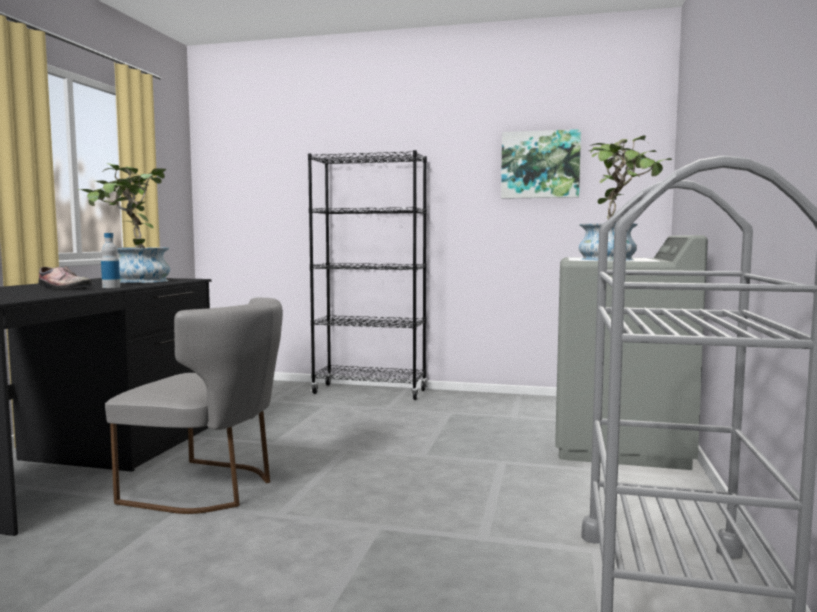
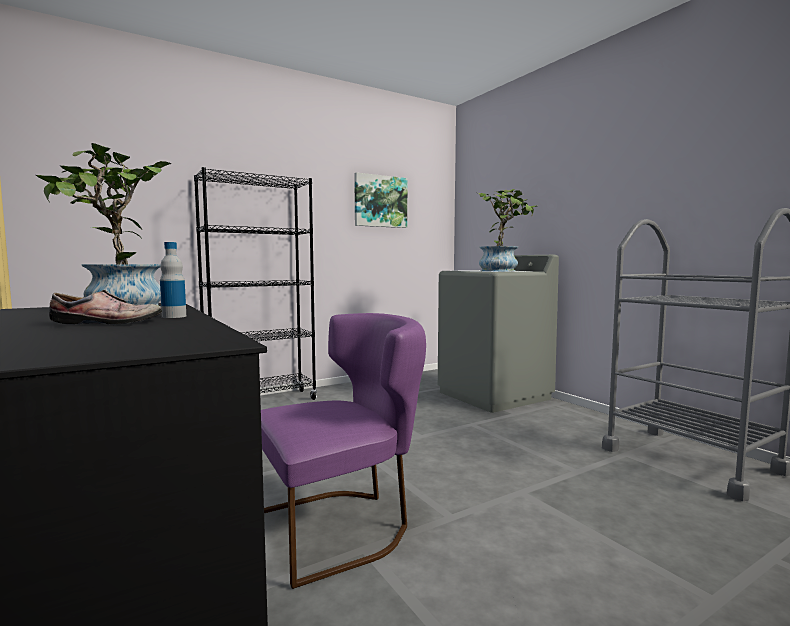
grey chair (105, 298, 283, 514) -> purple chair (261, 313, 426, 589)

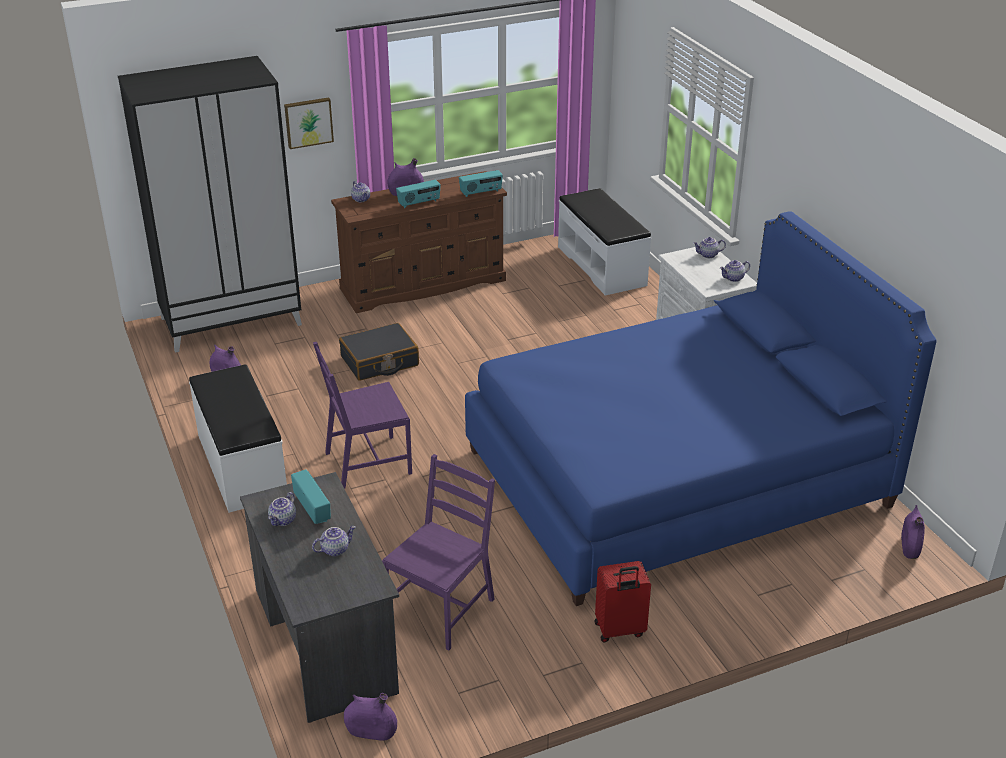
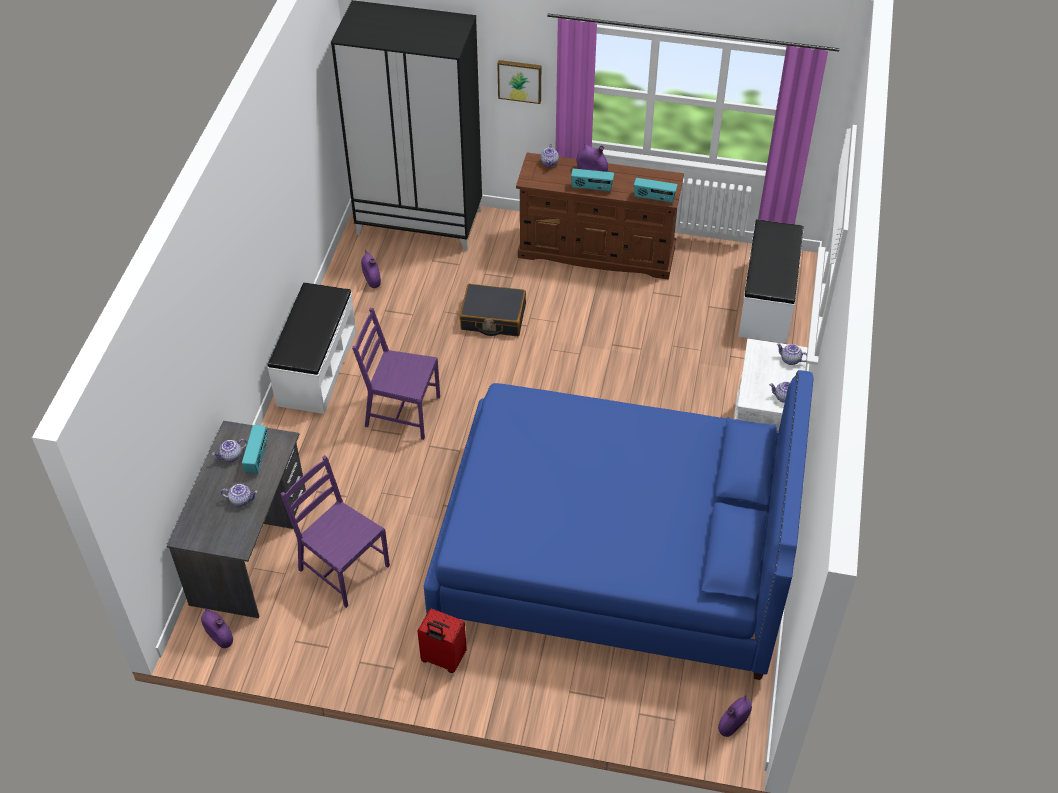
purple chair (382, 454, 495, 650) -> purple chair (281, 455, 390, 608), 120 degrees counterclockwise

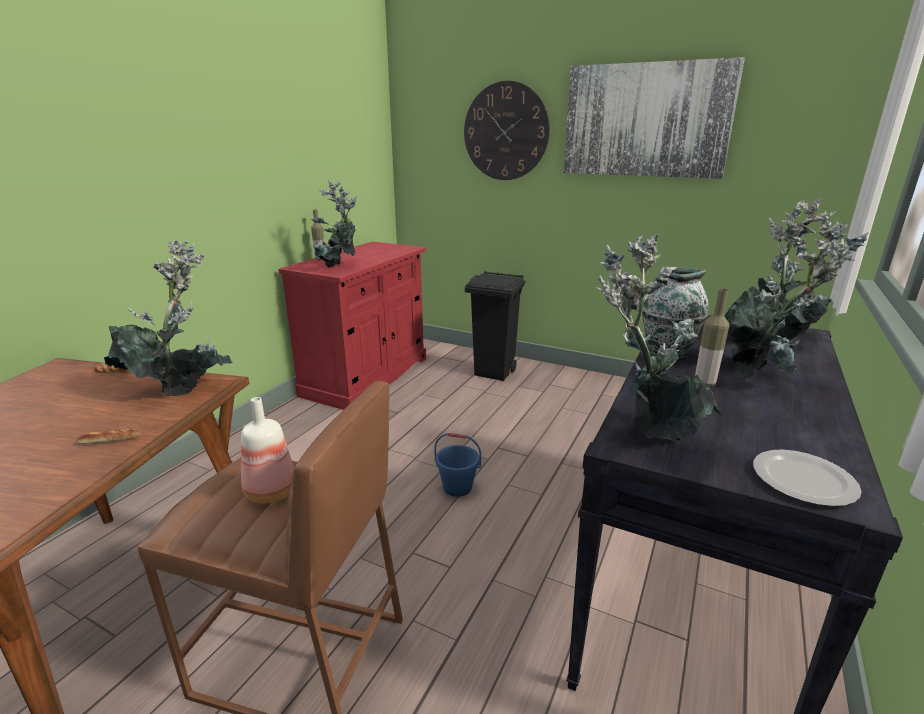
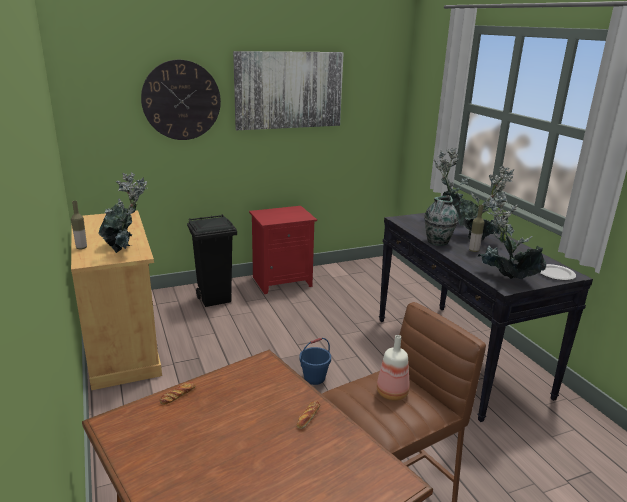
potted plant (104, 240, 233, 396) -> none
red cabinet (278, 241, 426, 410) -> beige cabinet (71, 210, 162, 390)
none -> red nightstand (249, 206, 317, 294)

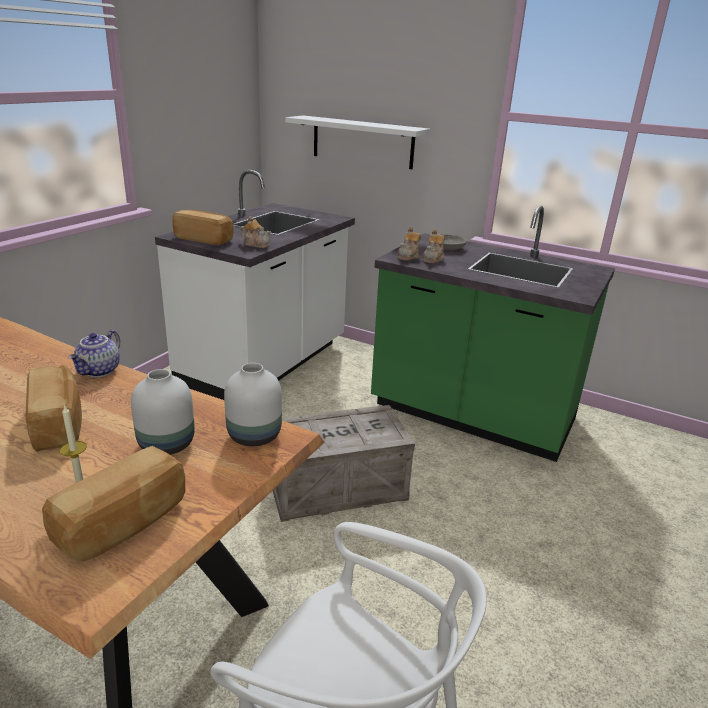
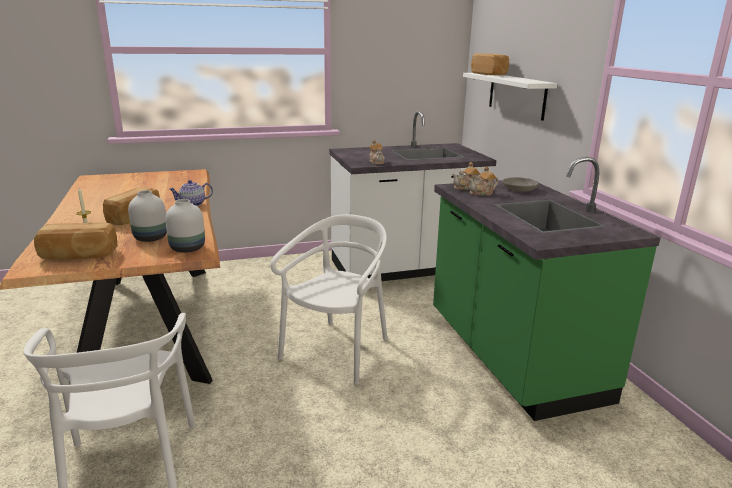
bread (172, 210, 234, 245) -> bread (471, 53, 509, 75), moved
crate (273, 405, 415, 522) -> white chair (270, 214, 388, 385)

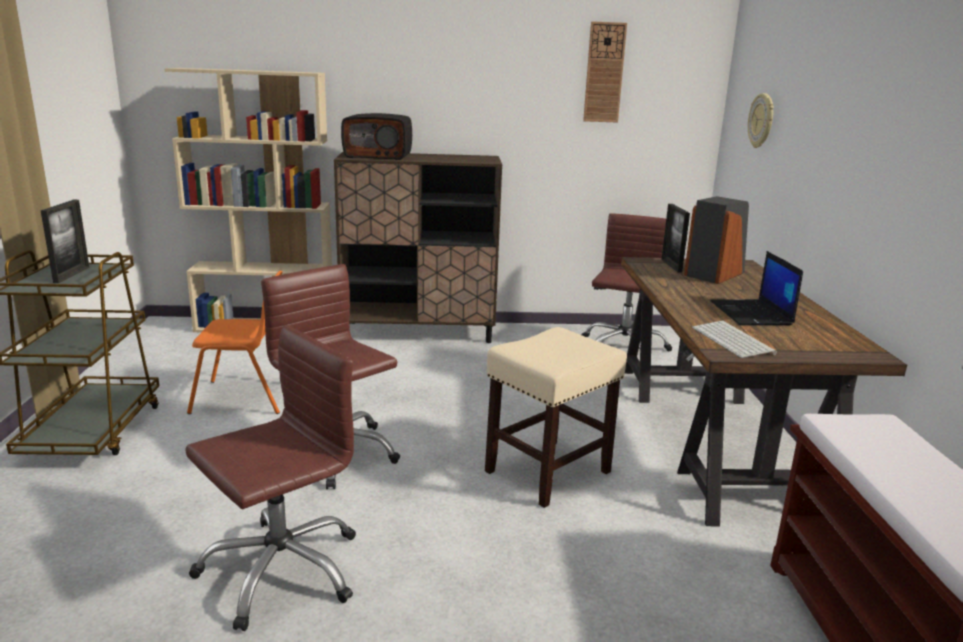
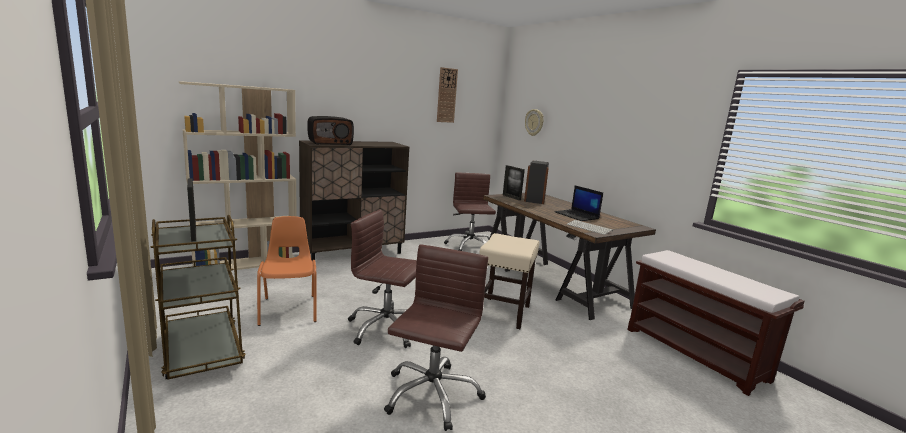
orange chair (187, 271, 283, 414) -> orange chair (257, 216, 317, 326), 75 degrees counterclockwise

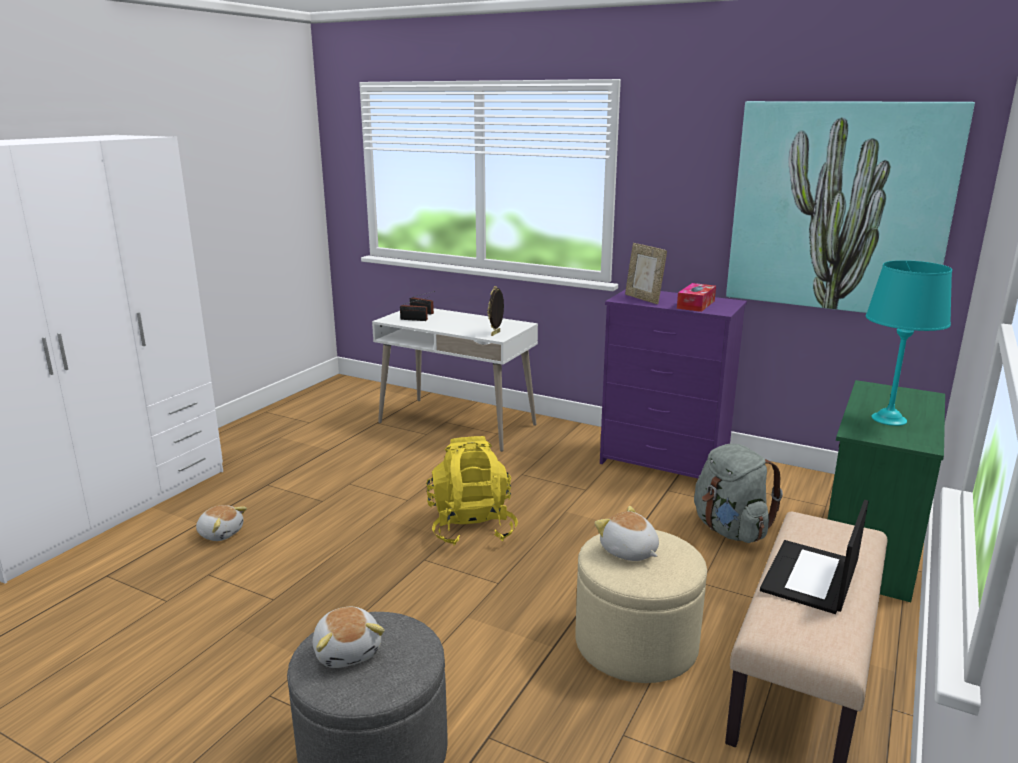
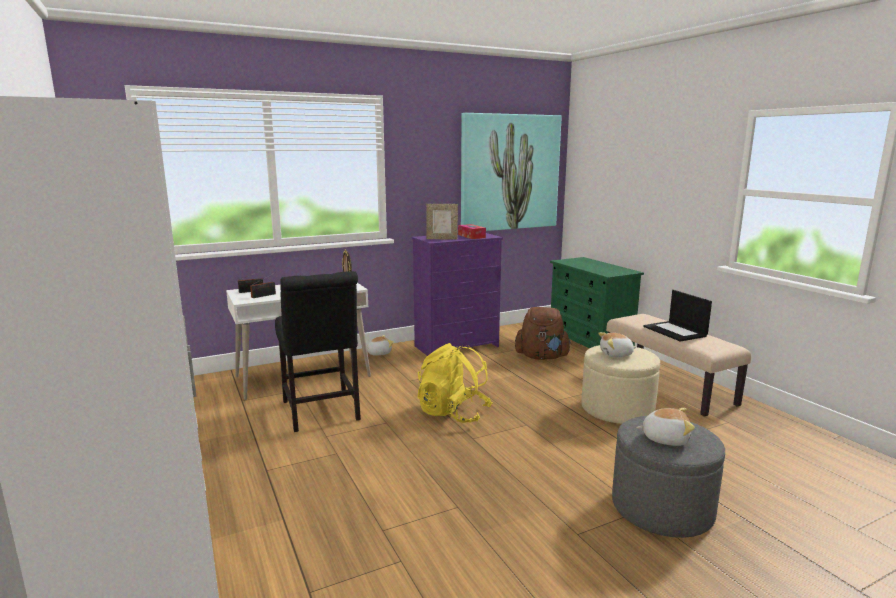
plush toy (196, 505, 247, 541) -> plush toy (367, 335, 394, 356), moved
grey backpack (694, 444, 783, 543) -> brown backpack (515, 307, 572, 360)
turquoise table lamp (866, 260, 952, 426) -> none
none -> black chair (275, 271, 361, 432)

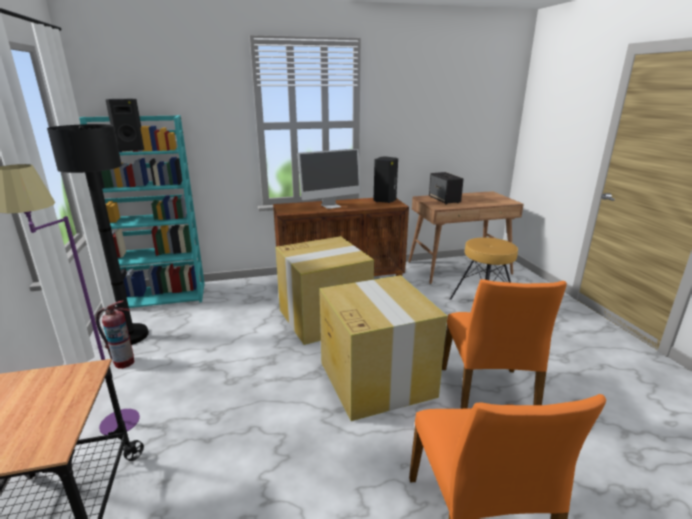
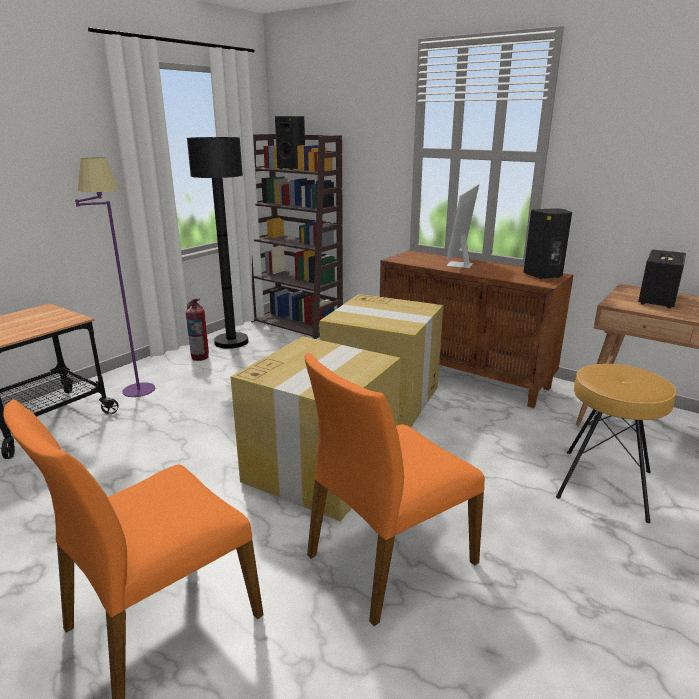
turquoise bookcase (79, 115, 205, 308) -> brown bookcase (251, 134, 343, 339)
monitor (297, 149, 361, 209) -> monitor (446, 184, 479, 268), 90 degrees clockwise

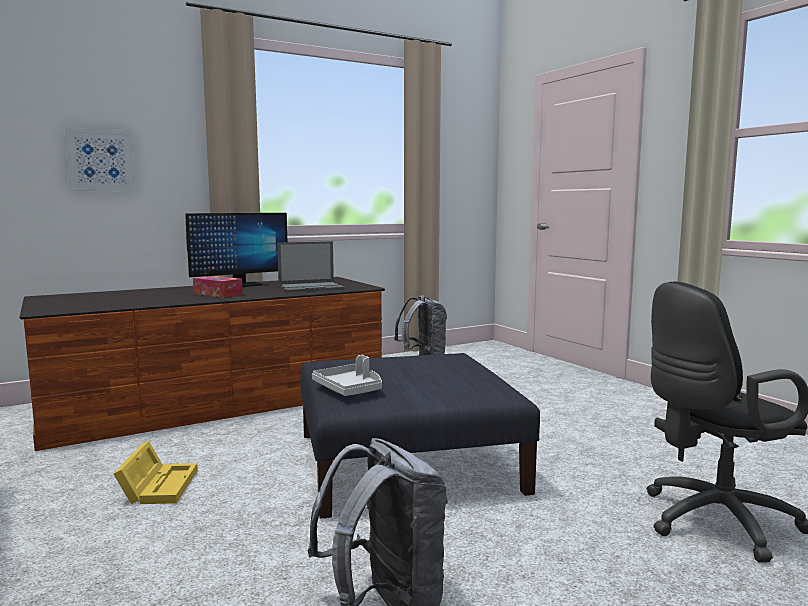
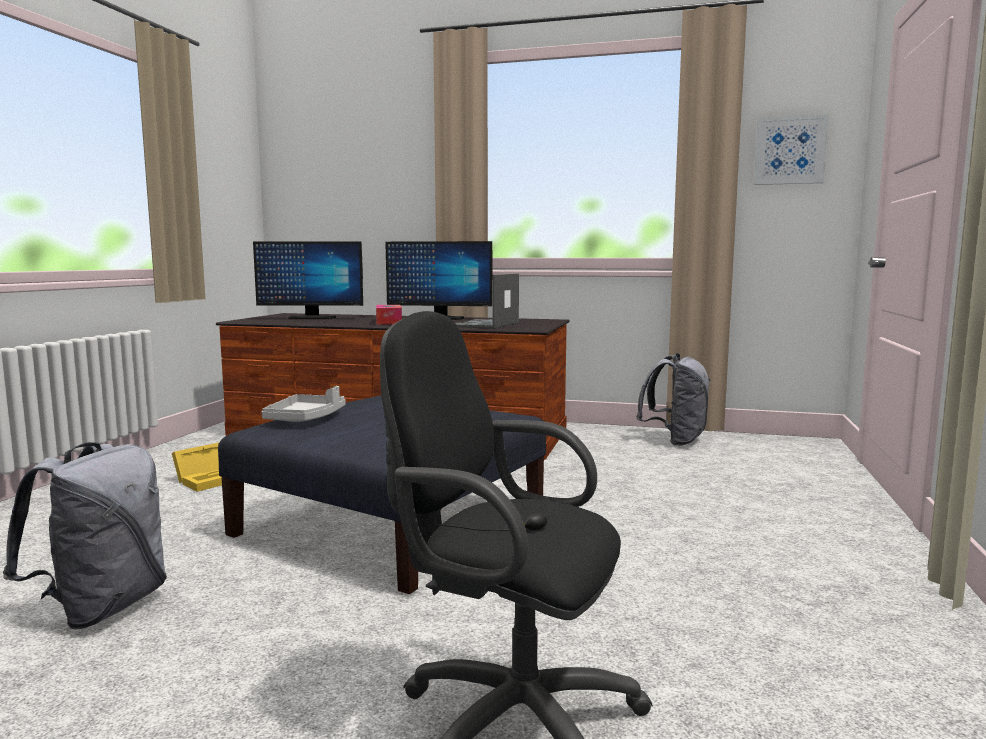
picture (64, 128, 136, 191) -> picture (754, 114, 828, 185), moved
laptop (277, 241, 345, 292) -> laptop (456, 273, 519, 329), 90 degrees clockwise
none -> monitor (253, 242, 363, 319)

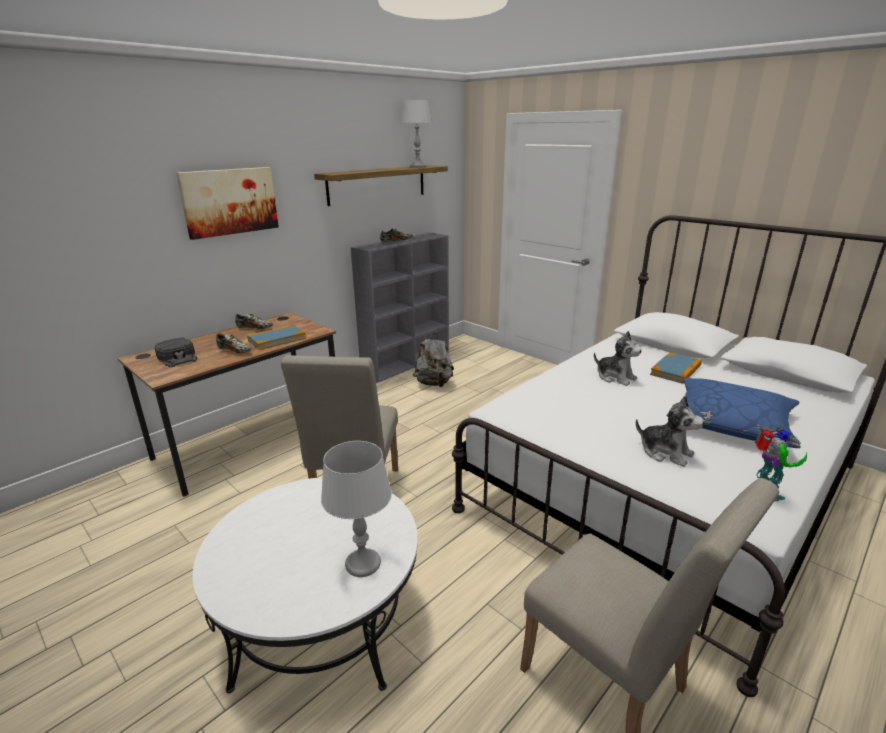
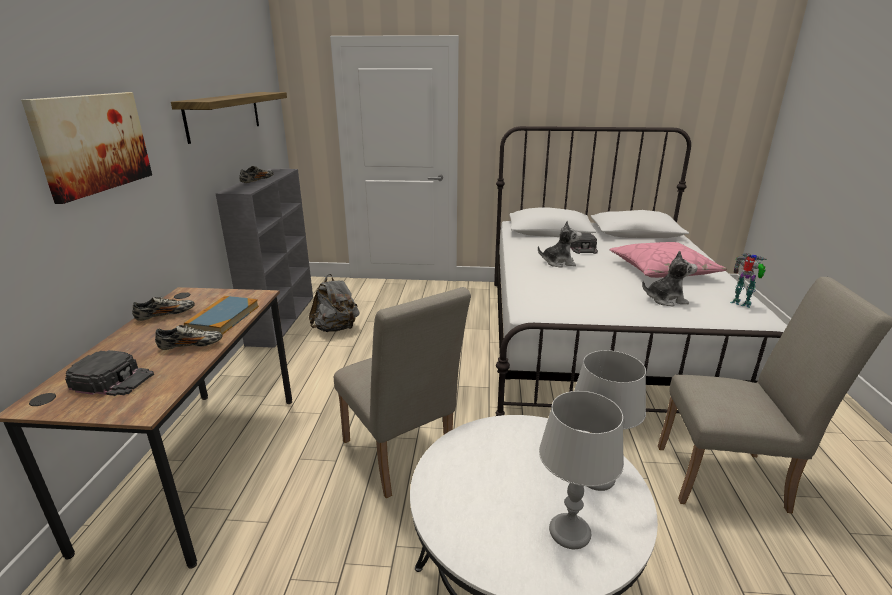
grey table lamp (401, 99, 432, 168) -> grey table lamp (539, 391, 624, 549), moved
book (650, 353, 702, 384) -> black cap (570, 233, 598, 254)
blue pillow (667, 378, 801, 448) -> pink pillow (609, 242, 727, 278)

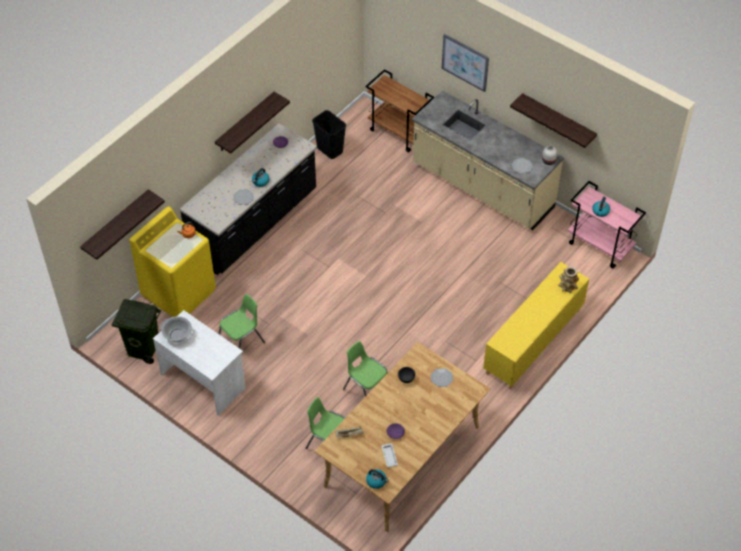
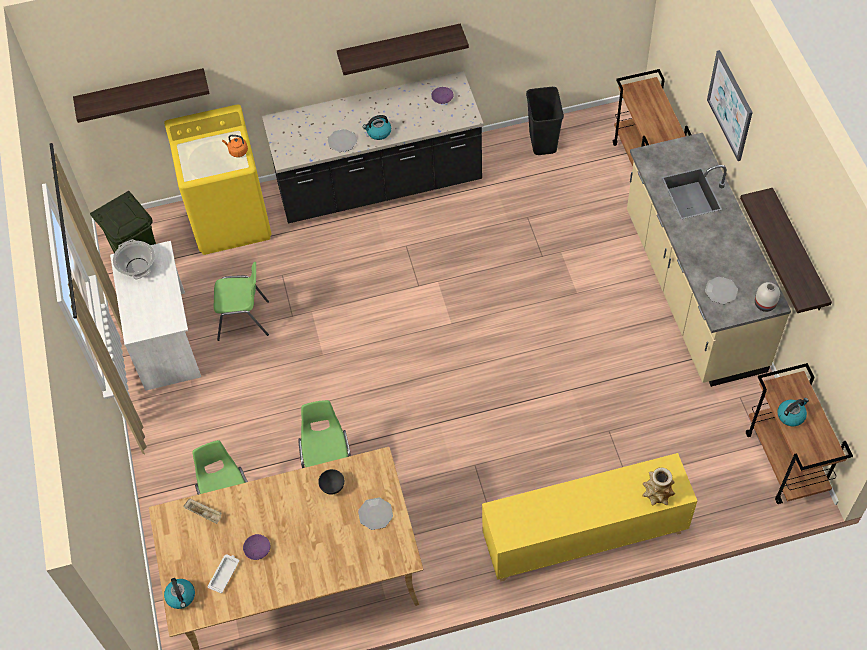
pink cart (568, 181, 646, 269) -> brown cart (746, 363, 853, 504)

